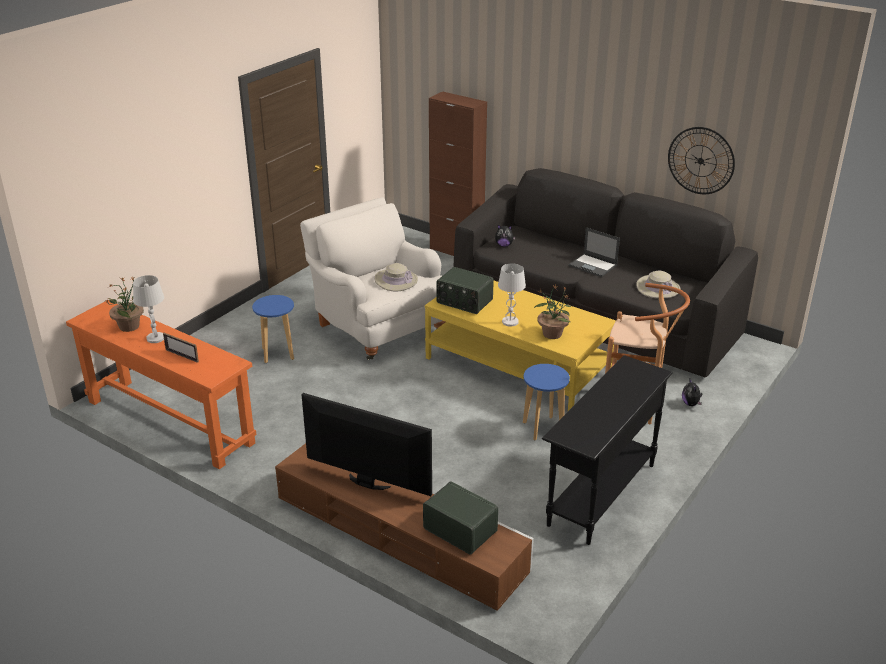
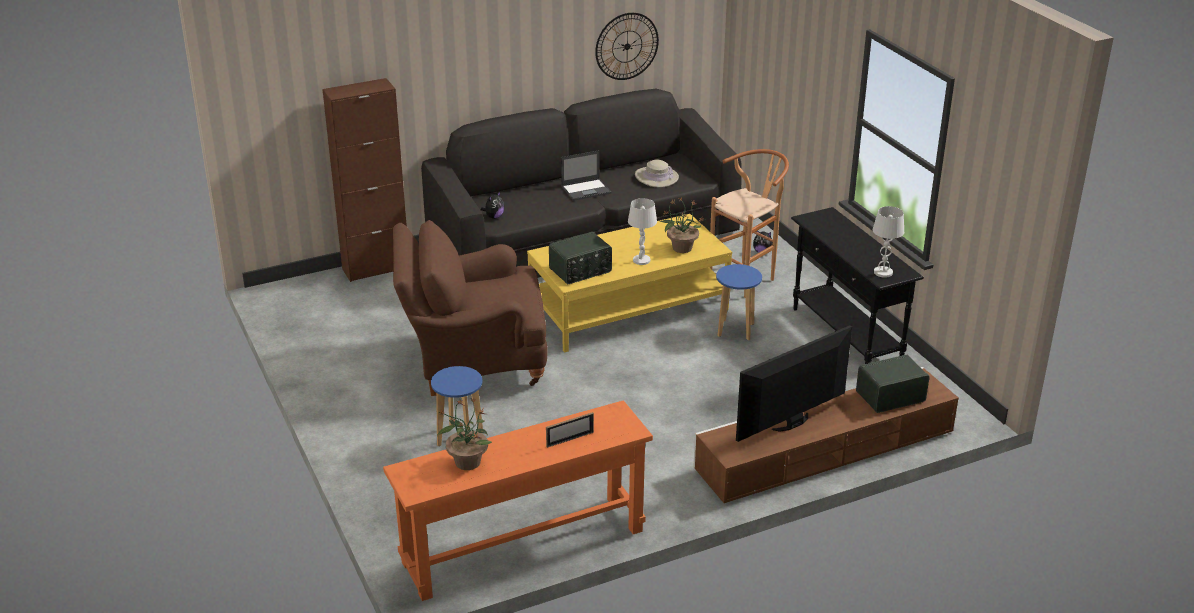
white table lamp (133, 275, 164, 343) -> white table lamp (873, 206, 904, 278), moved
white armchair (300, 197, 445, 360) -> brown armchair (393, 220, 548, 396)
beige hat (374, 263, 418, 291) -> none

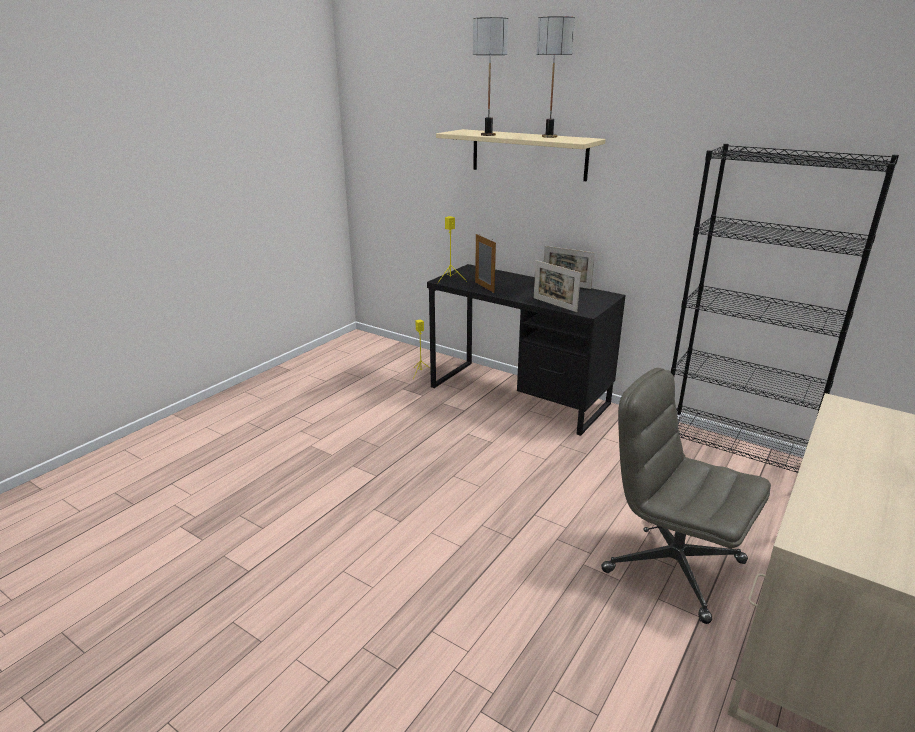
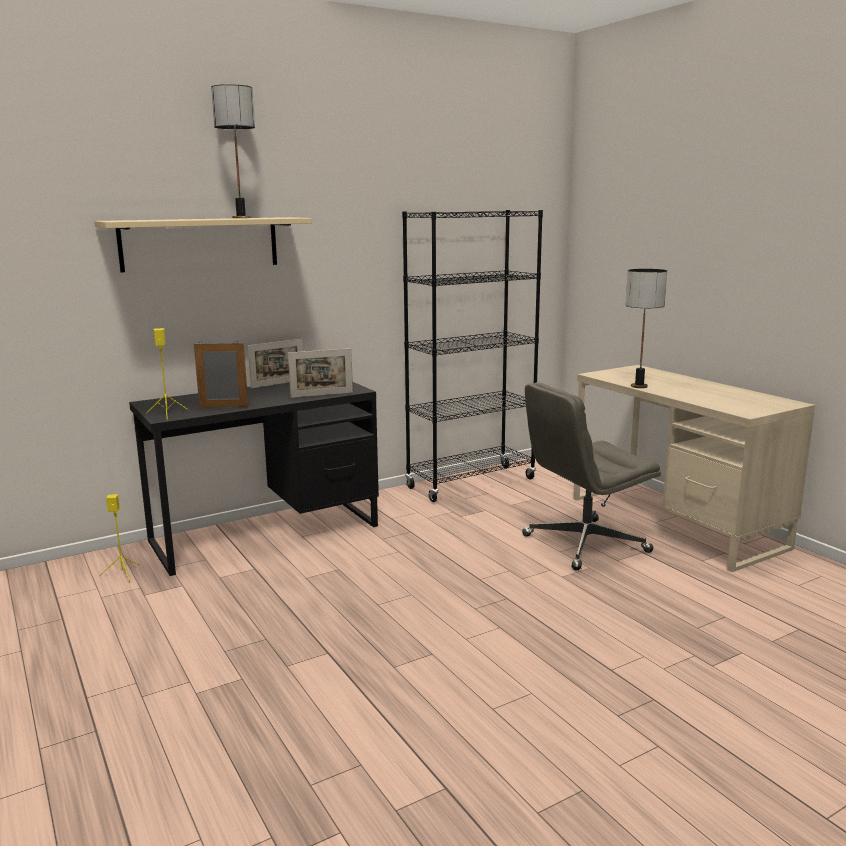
table lamp (473, 17, 508, 136) -> table lamp (626, 269, 667, 388), moved

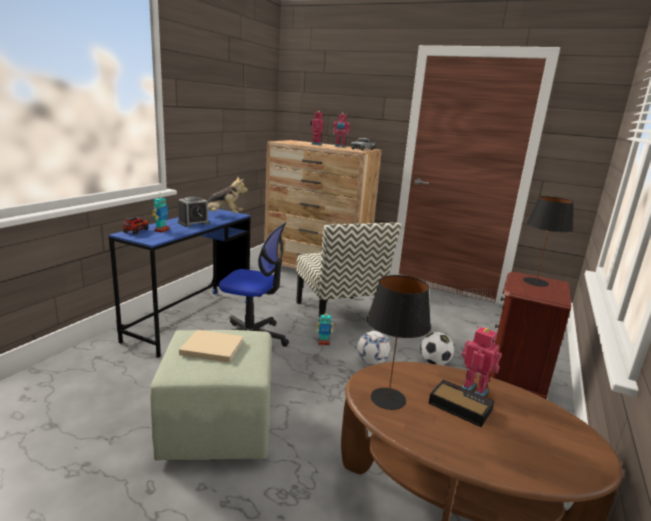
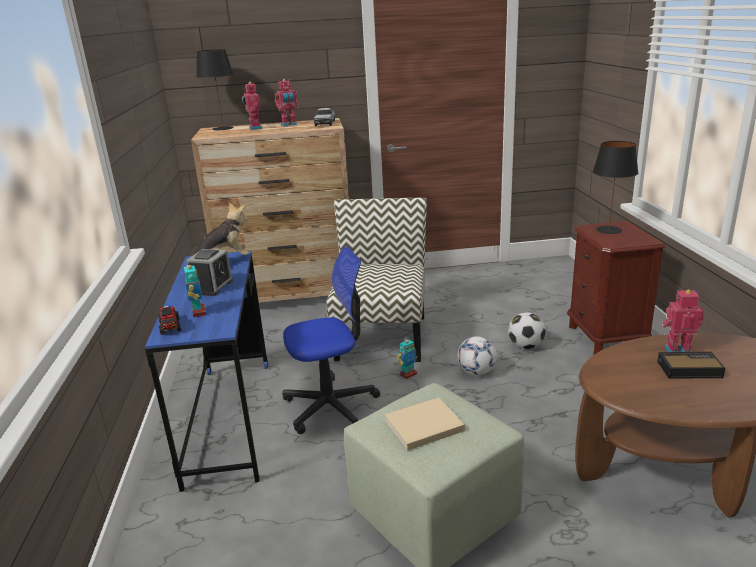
chair (296, 222, 401, 321) -> chair (327, 198, 427, 362), 120 degrees counterclockwise
black table lamp (367, 275, 431, 410) -> black table lamp (196, 49, 234, 130), moved

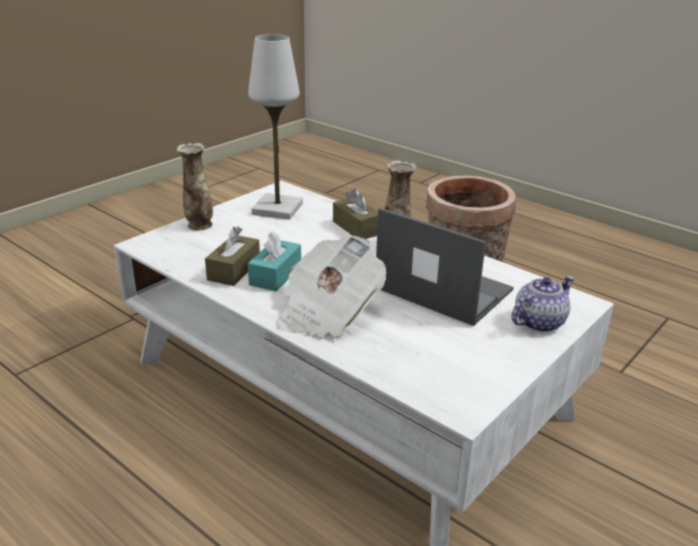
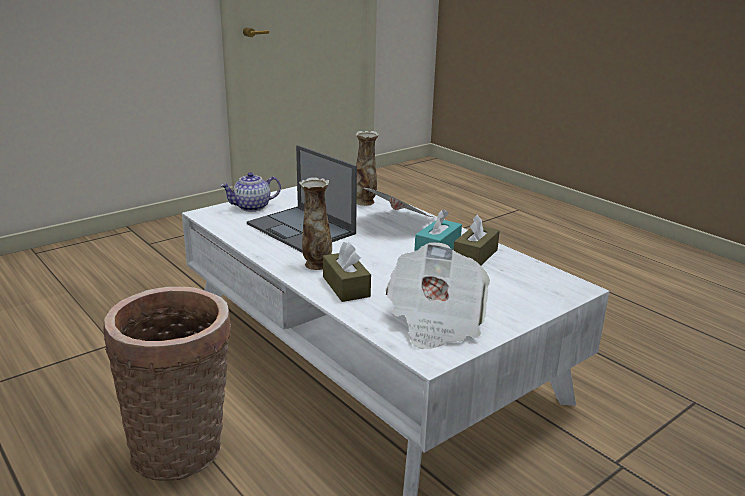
vase (177, 143, 213, 230) -> vase (356, 131, 379, 206), moved
white table lamp (248, 34, 303, 220) -> newspaper (385, 242, 490, 349)

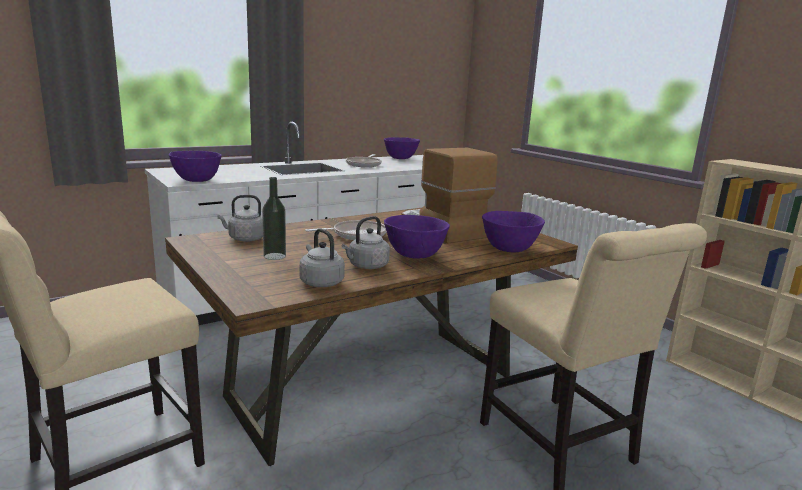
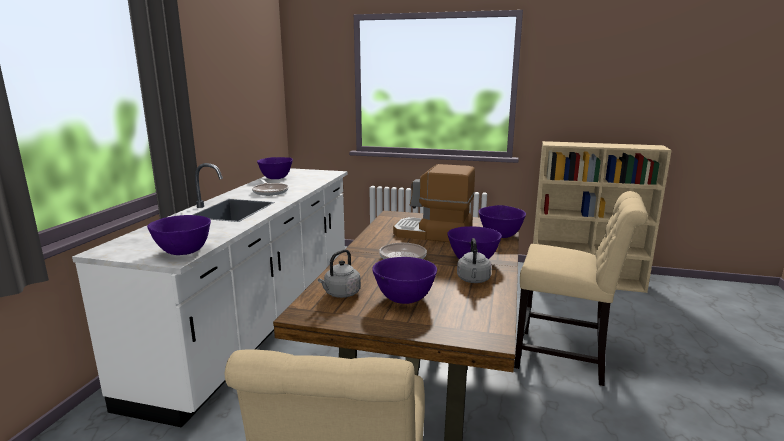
bottle (262, 177, 286, 260) -> purple bowl (372, 257, 437, 304)
grey kettle (299, 228, 345, 287) -> none

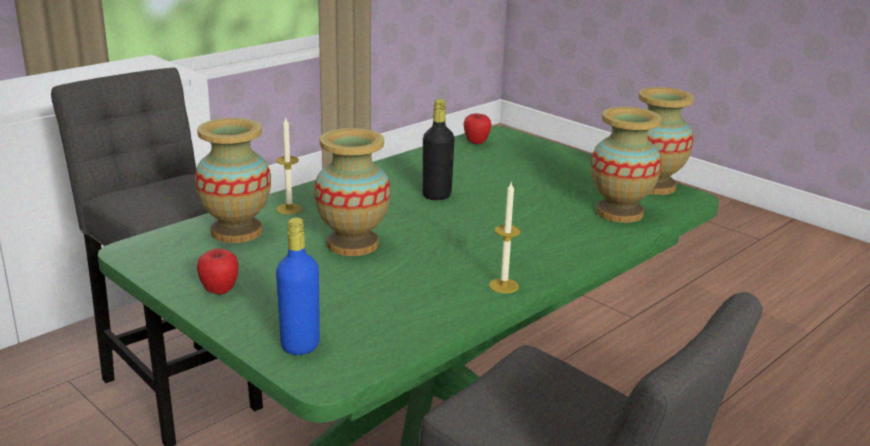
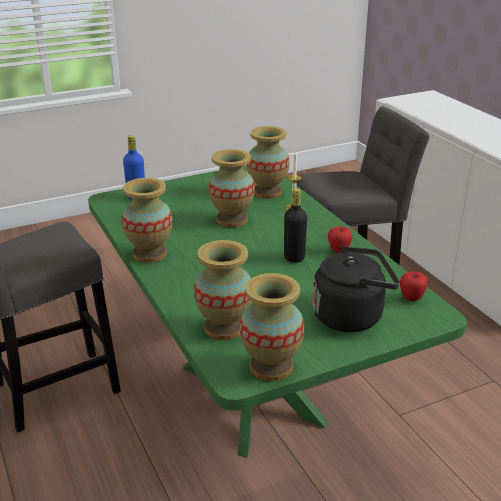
apple (197, 248, 239, 294) -> apple (328, 226, 353, 253), moved
candle (489, 183, 521, 293) -> vase (121, 178, 172, 263)
none -> black kettle (313, 246, 400, 332)

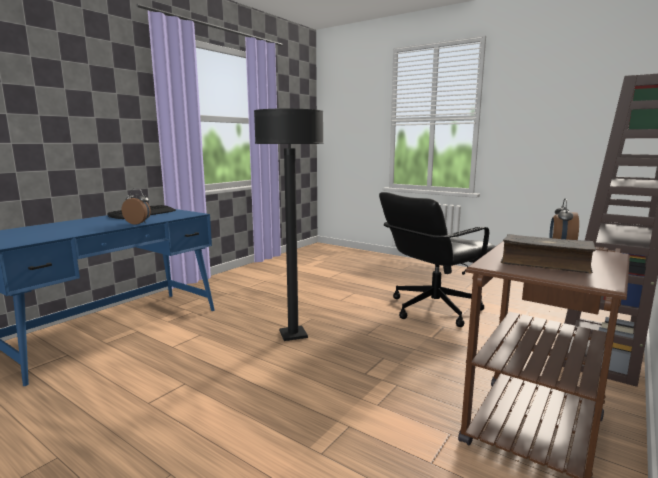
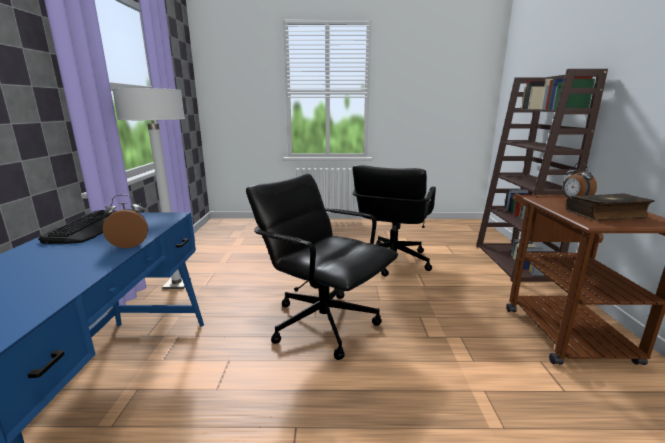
black floor lamp (254, 109, 324, 341) -> black office chair (246, 174, 398, 360)
none -> white floor lamp (112, 88, 191, 289)

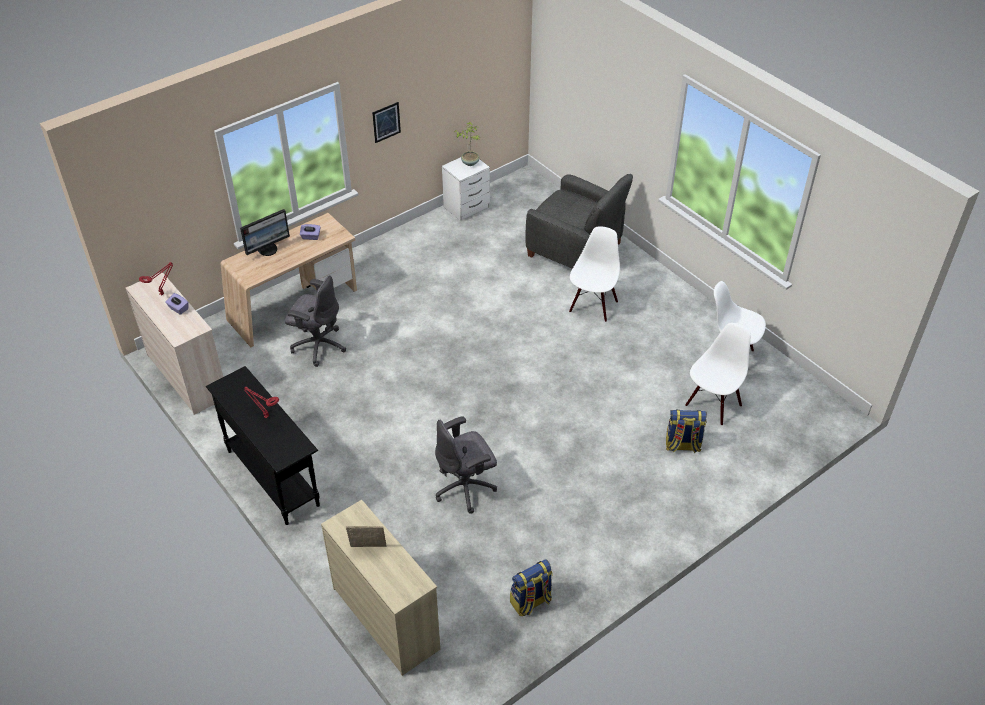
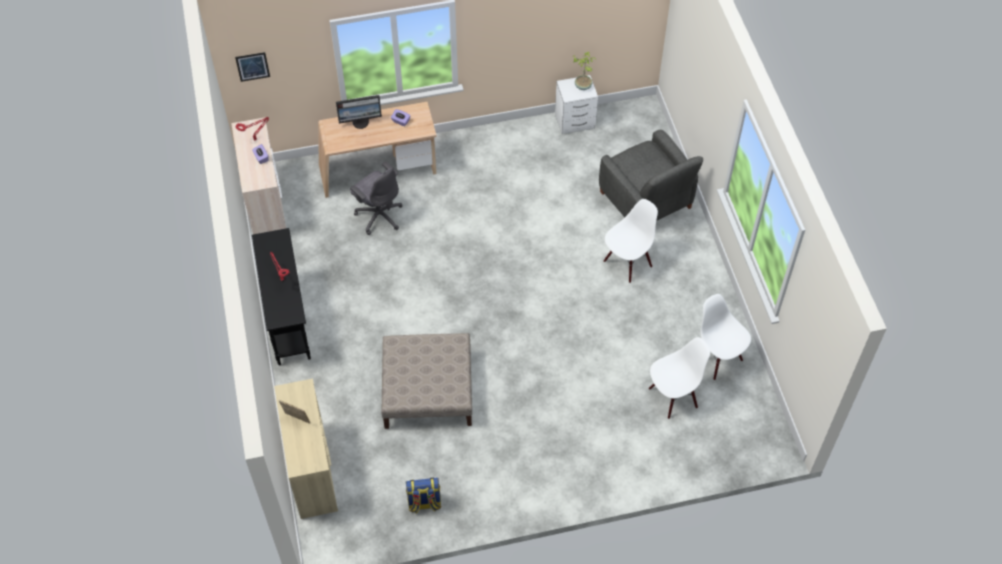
picture (372, 102, 401, 143) -> picture (235, 52, 270, 82), moved
grey office chair (435, 416, 497, 514) -> beige ottoman (381, 333, 472, 429)
backpack (666, 410, 707, 453) -> none

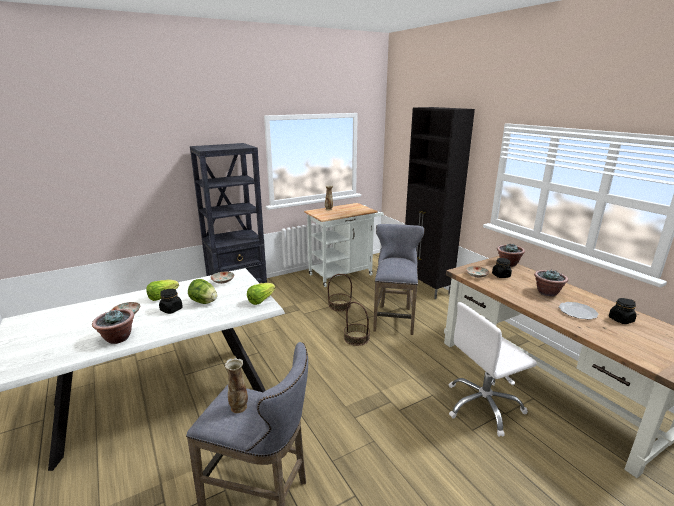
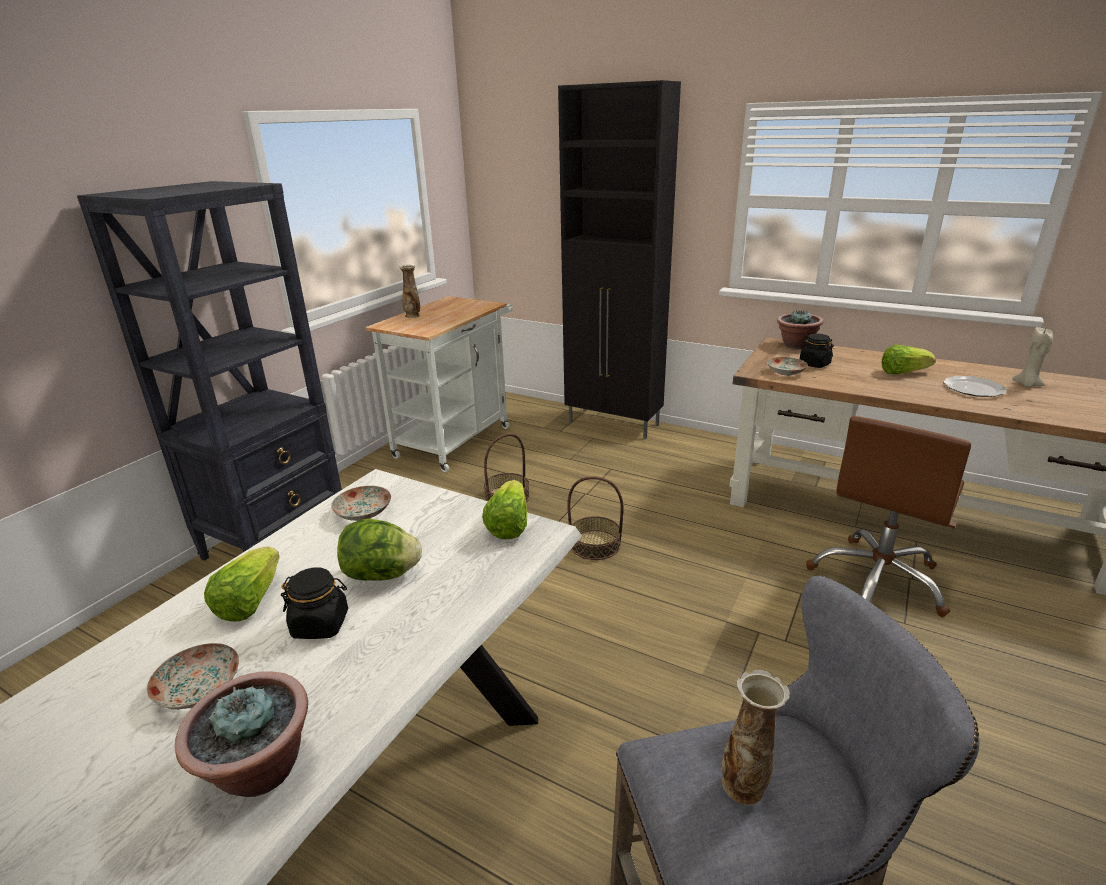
grey stool (373, 224, 424, 335) -> none
white office chair (449, 302, 537, 437) -> brown office chair (806, 416, 971, 617)
potted plant (534, 270, 568, 297) -> lettuce (882, 345, 936, 375)
black jar (609, 298, 637, 324) -> beige candle (1012, 327, 1053, 387)

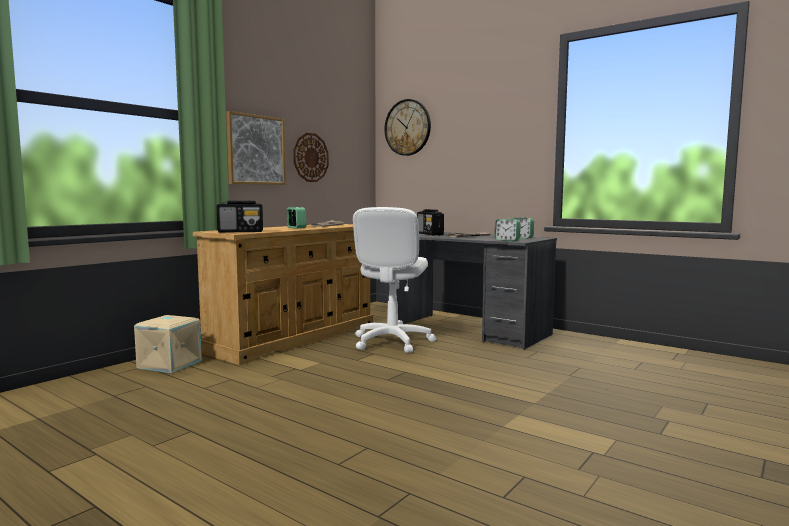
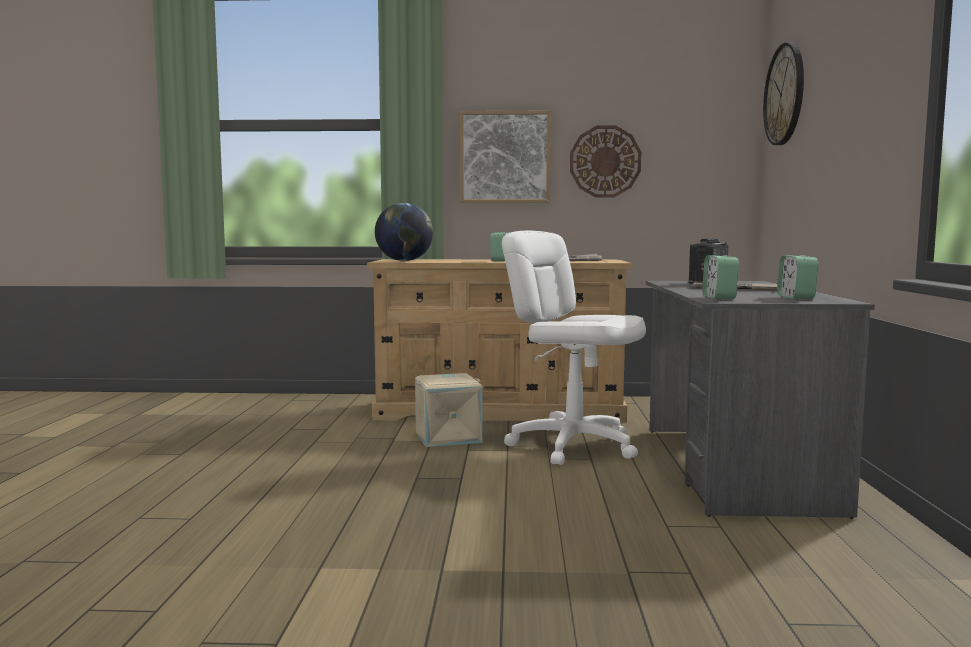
beige storage box (134, 315, 202, 373) -> beige storage box (415, 373, 483, 447), moved
radio (217, 201, 263, 233) -> globe (375, 203, 433, 261)
white office chair (353, 207, 436, 353) -> white office chair (502, 231, 646, 465), 60 degrees clockwise

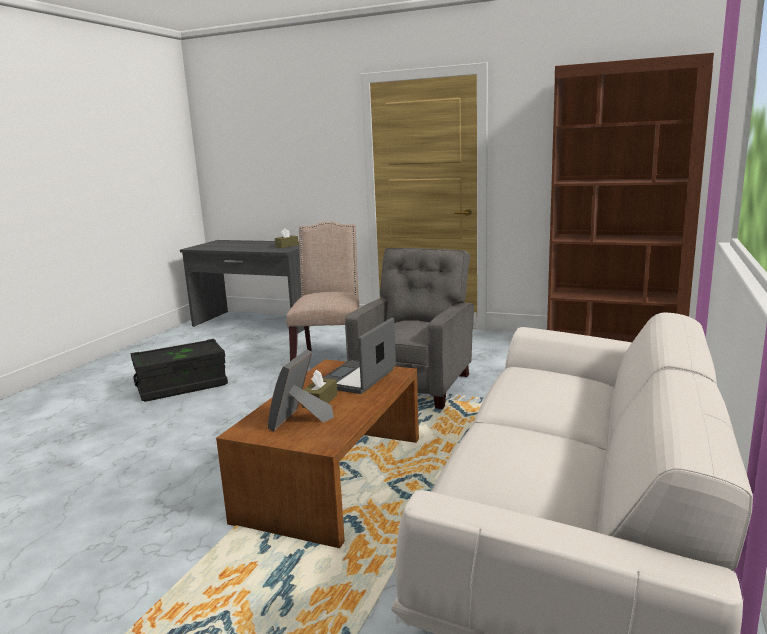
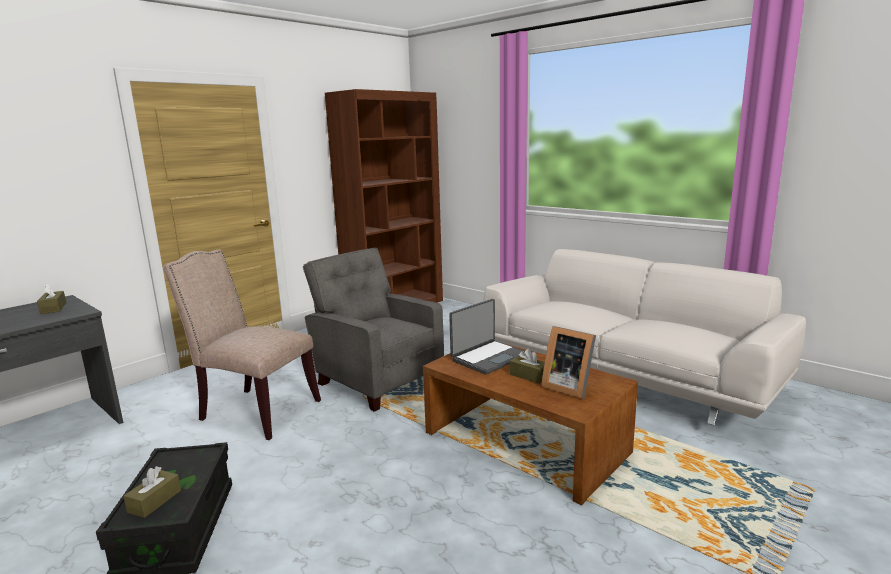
laptop (323, 318, 396, 394) -> laptop (449, 299, 525, 375), 90 degrees counterclockwise
none -> brown tissue box (123, 466, 181, 518)

